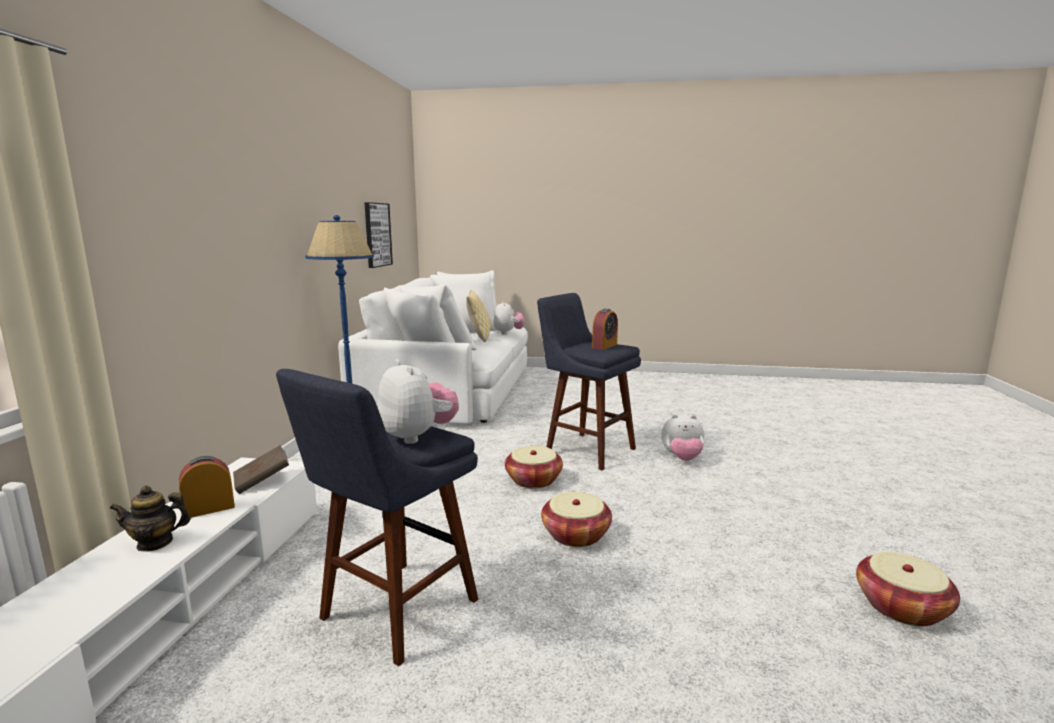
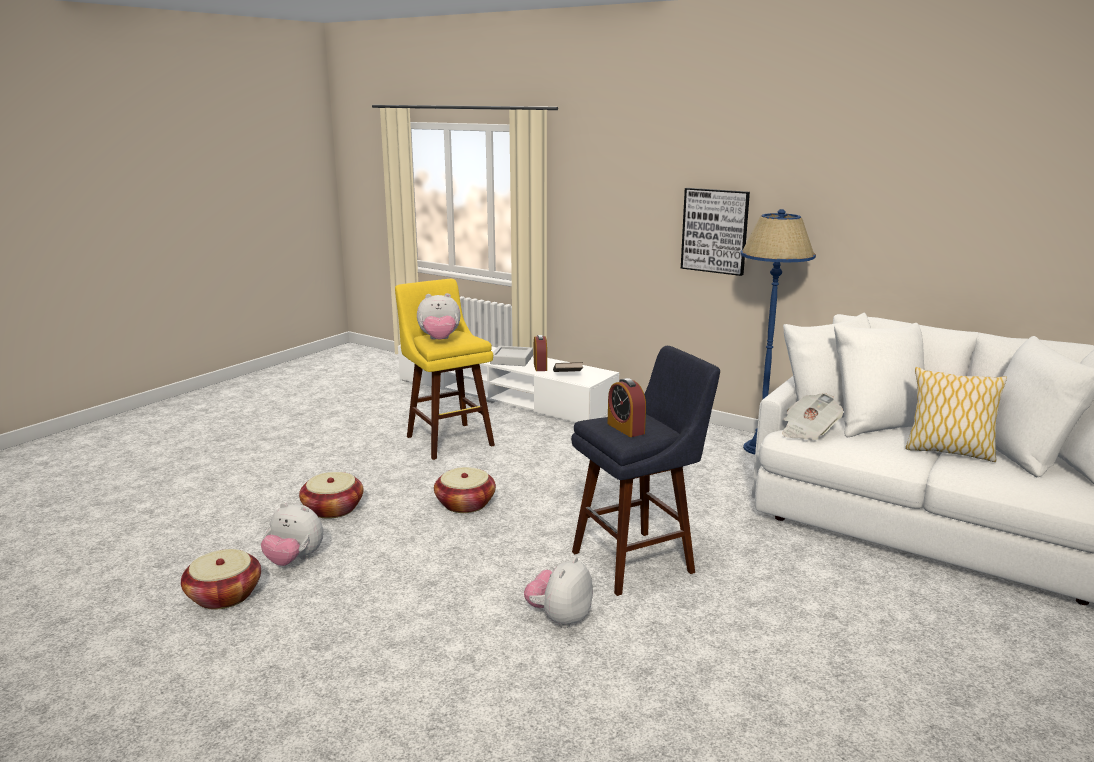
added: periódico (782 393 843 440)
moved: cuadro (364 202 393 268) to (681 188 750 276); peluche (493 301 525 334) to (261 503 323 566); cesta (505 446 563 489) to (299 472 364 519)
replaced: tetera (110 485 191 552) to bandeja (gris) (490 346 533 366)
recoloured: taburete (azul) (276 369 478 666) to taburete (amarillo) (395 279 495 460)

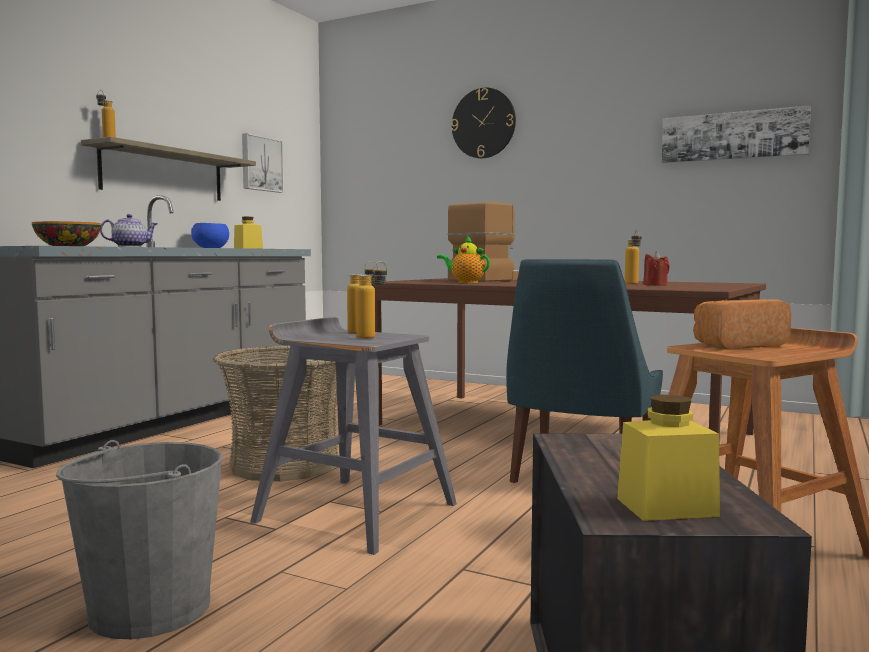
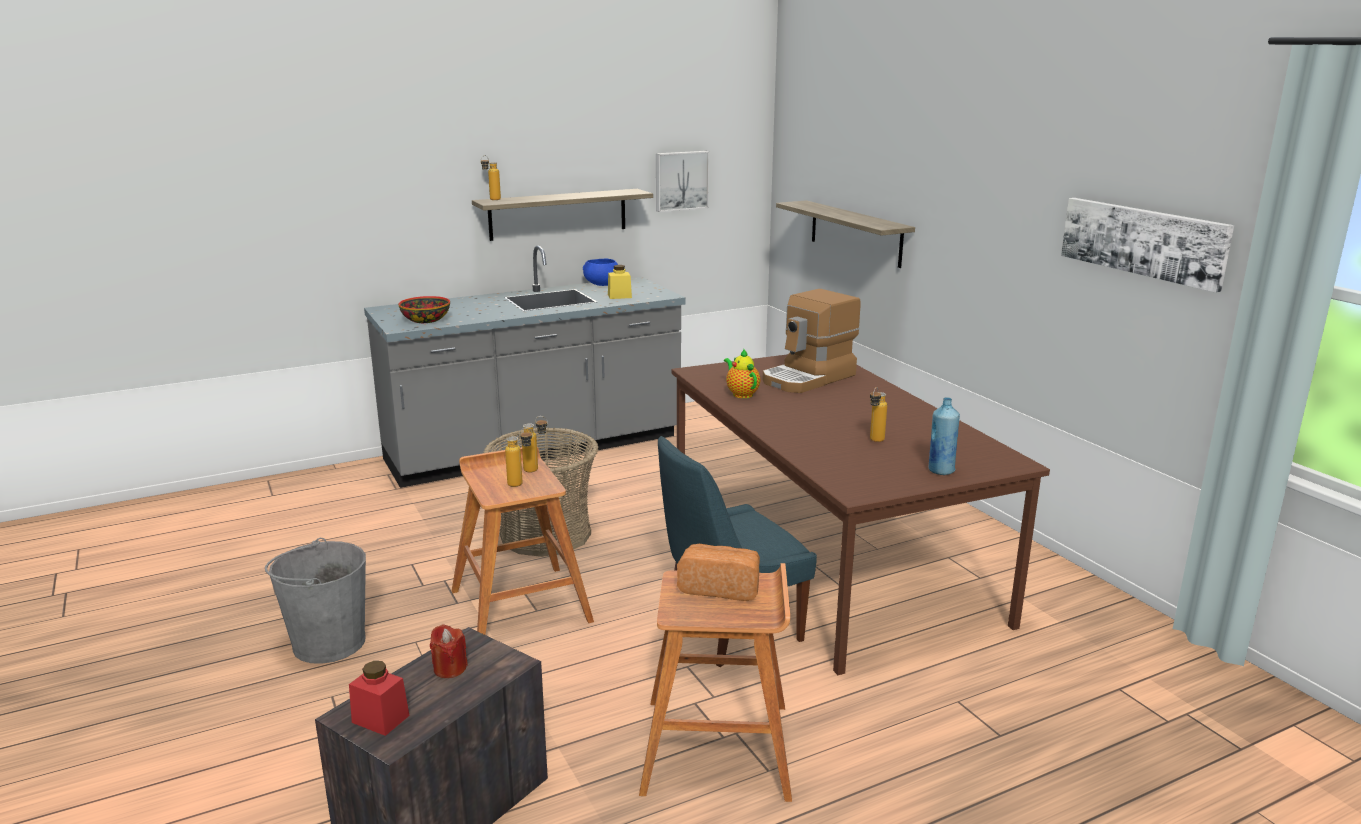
removed: tetera (100 214 157 247); reloj de pared (451 88 516 158)
added: estante (776 200 915 268); botella (azul) (928 398 960 475)
moved: vela (rojo) (643 252 670 286) to (430 624 468 678)
recoloured: taburete (gris) (250 317 457 555) to taburete (marrón) (452 447 594 635); tarro (amarillo) (617 395 720 521) to tarro (rojo) (349 661 410 736)
turned: cafetera (448 202 519 282) = (763 289 861 393) 150 degrees clockwise

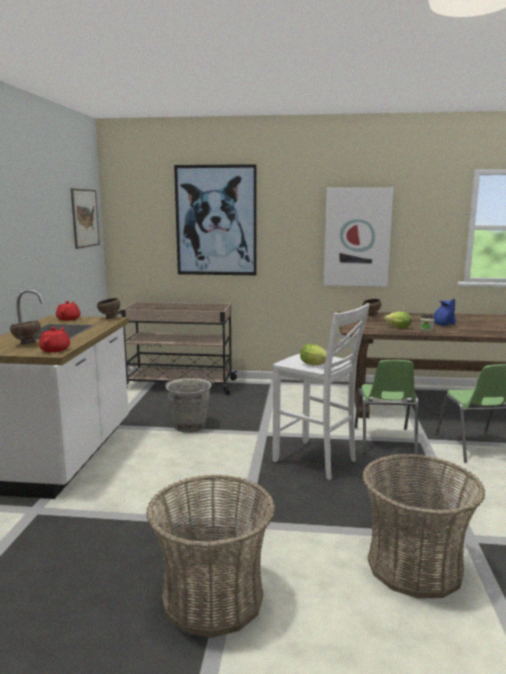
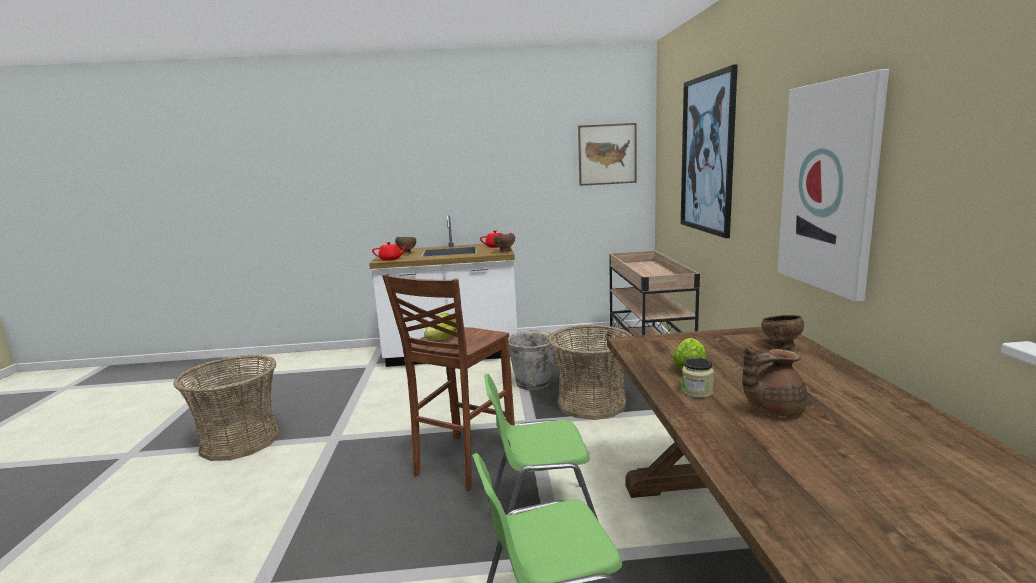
moved: cesta (362 454 485 599) to (548 324 633 420)
recoloured: taburete (blanco) (272 303 370 480) to taburete (marrón) (382 274 515 491); tetera (azul) (433 299 456 326) to tetera (marrón) (742 347 808 416)

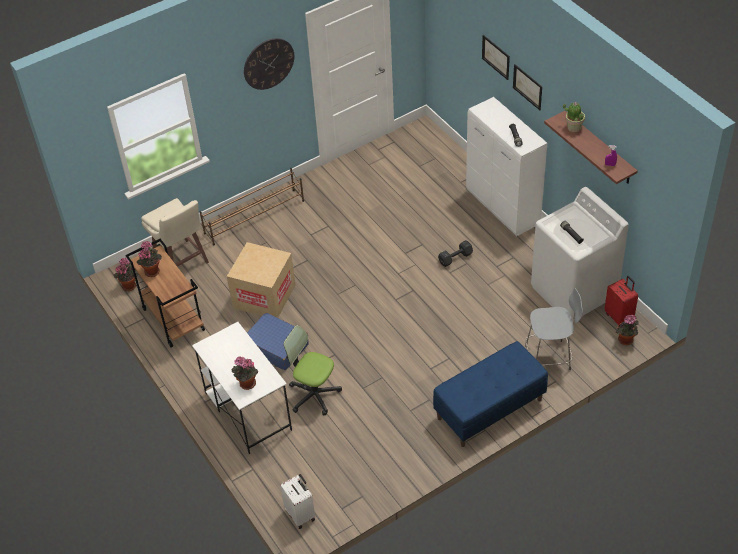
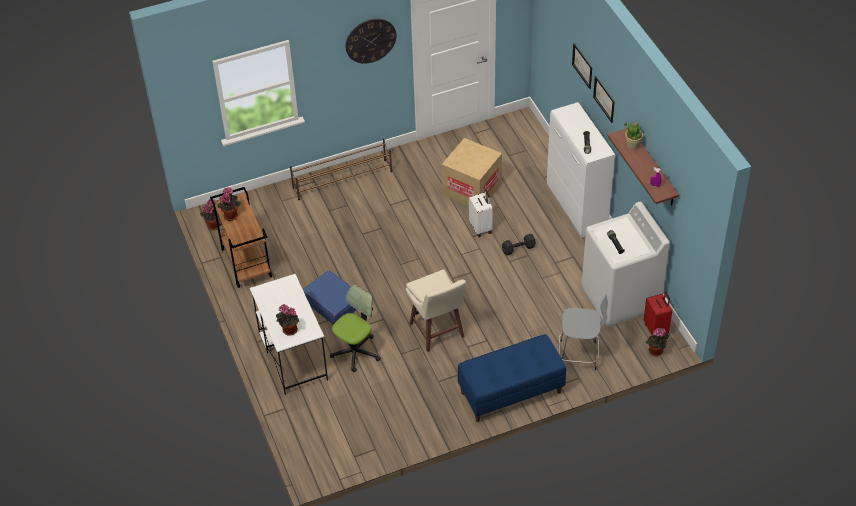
moved: taburete (beis) (141 198 209 267) to (406 269 466 352); caja de cartón (227 242 295 318) to (442 138 502 206); maleta (blanco) (280 474 315 529) to (469 190 493 237)
turned: silla de oficina (283 325 342 415) = (330 284 381 372) 90 degrees clockwise

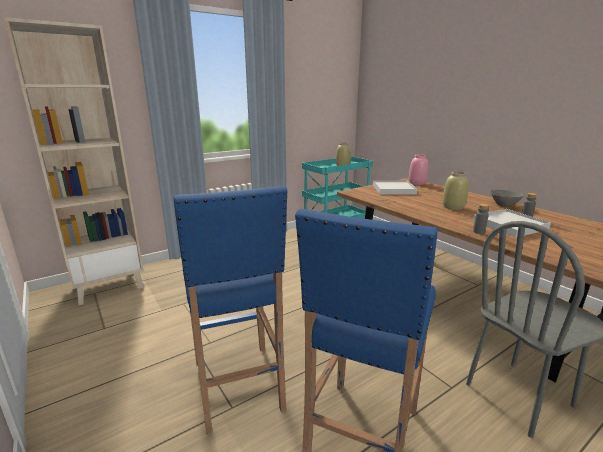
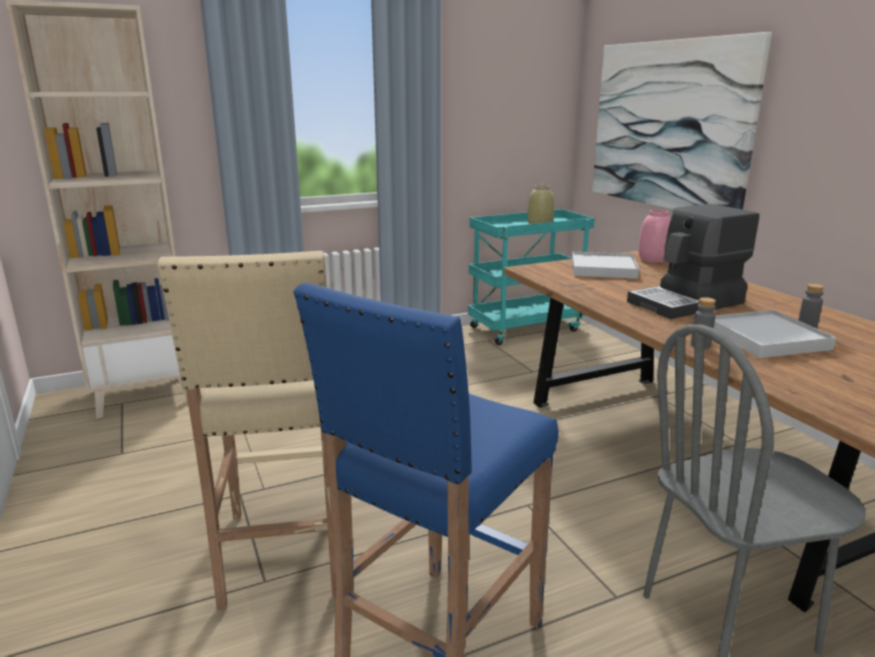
removed: cuenco (gris) (490 190 524 207)
added: cuadro (592 32 772 210)
replaced: florero (beis) (443 171 469 210) to cafetera (627 204 760 319)
recoloured: taburete (azul) (174 186 287 434) to taburete (beis) (158 251 335 611)

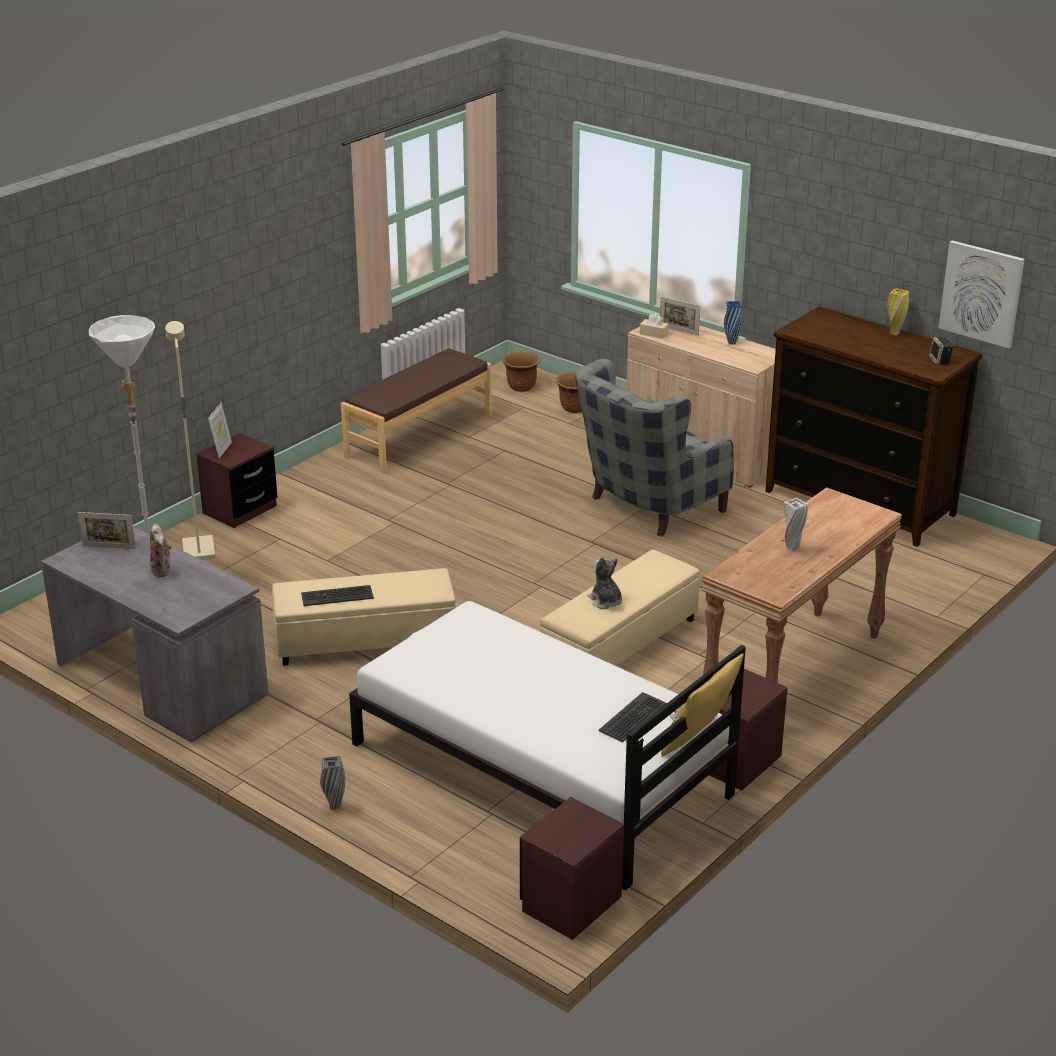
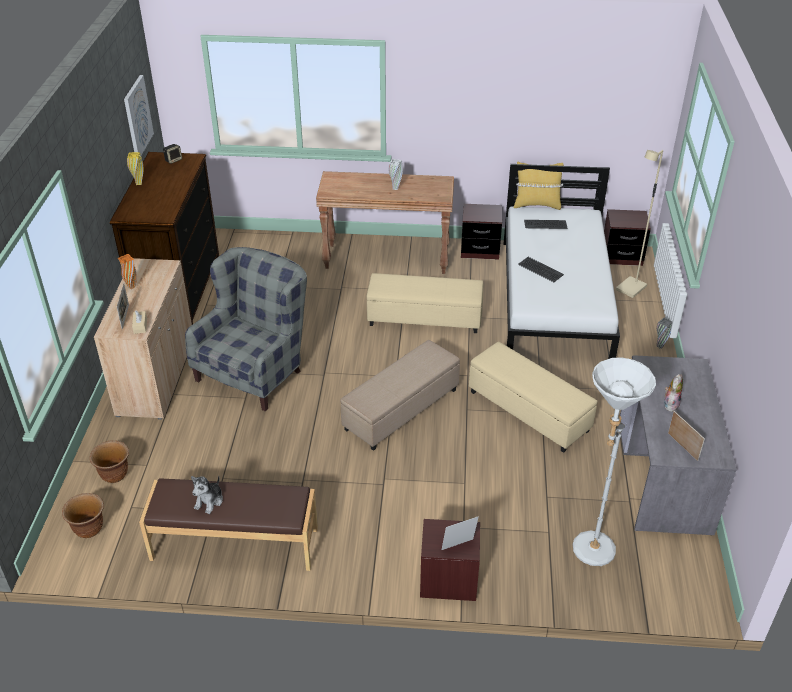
added: puf (beis) (340 340 460 451)
moved: lámpara de pie (beis) (165 321 216 560) to (616 150 663 298); teclado (301 585 374 606) to (518 257 564 282); peluche (587 557 622 609) to (191 476 223 514)
recoloured: florero (azul) (724 301 742 345) to florero (naranja) (118 254 137 289)
turned: sillón (gris) (575 359 734 537) = (185 247 307 412) 75 degrees counterclockwise

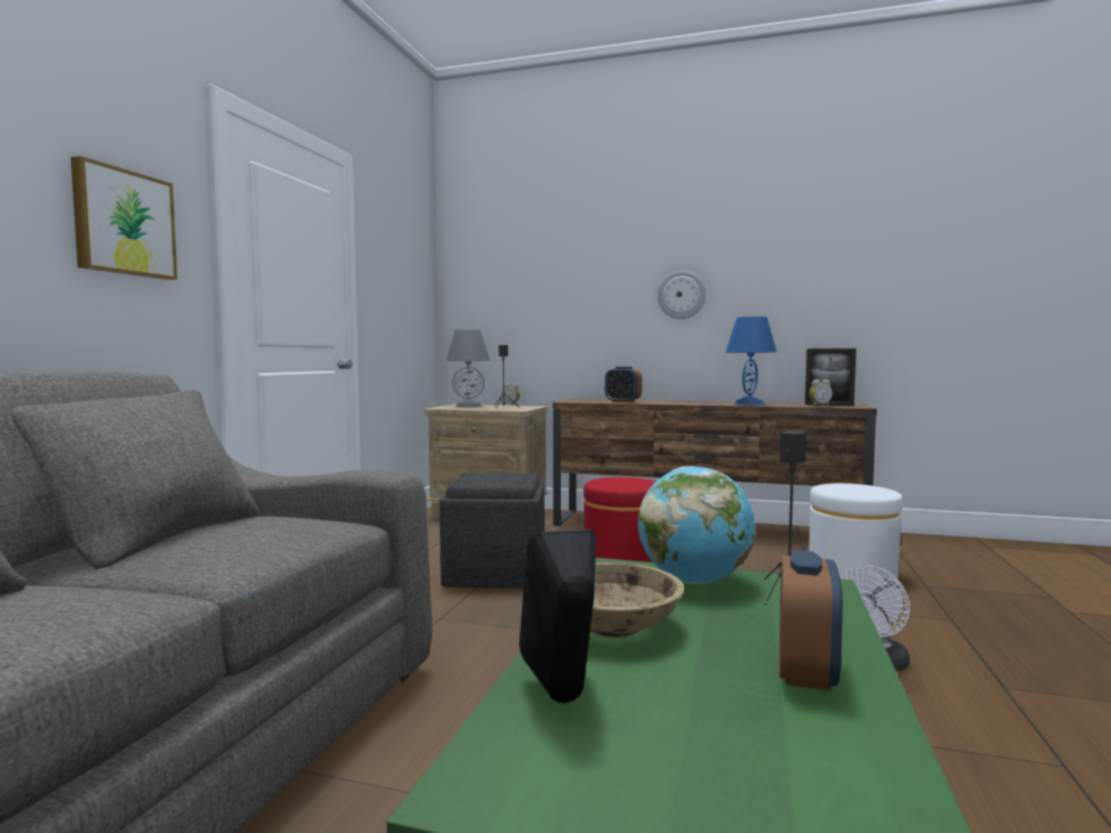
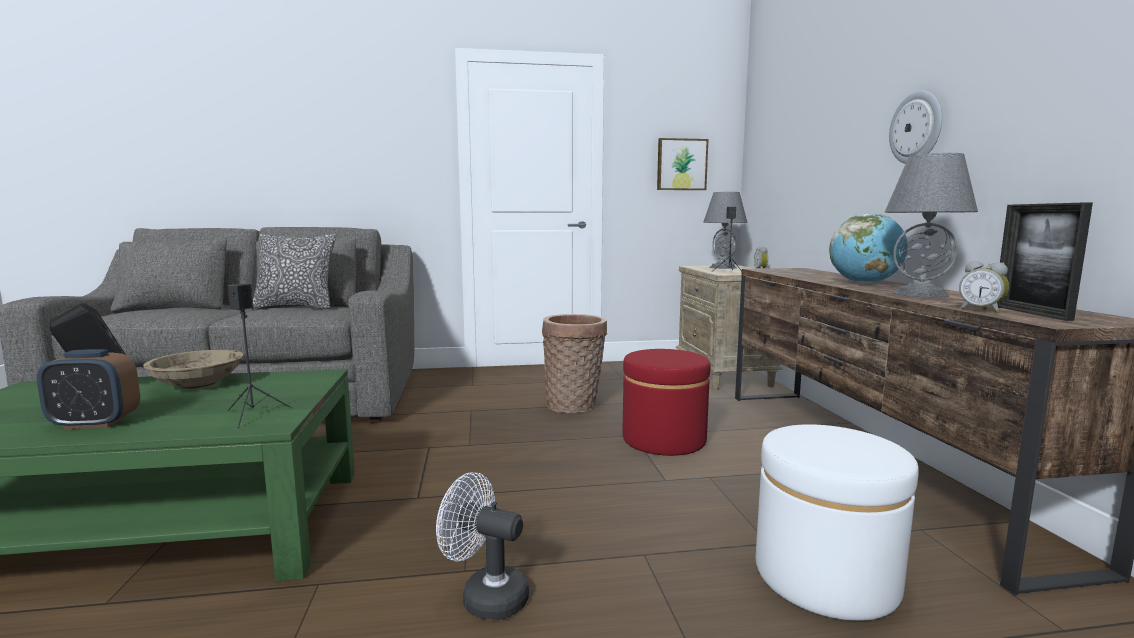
removed: despertador (605 366 642 403)
added: cojín (253 234 336 309)
moved: cuadro (71 156 177 280) to (657 138 708 190); globo terráqueo (638 466 755 584) to (829 213 908 284)
replaced: puf (gris) (440 473 545 588) to cesta (542 314 607 413)
recoloured: lámpara de mesa (azul) (726 317 777 405) to lámpara de mesa (gris) (885 153 978 298)

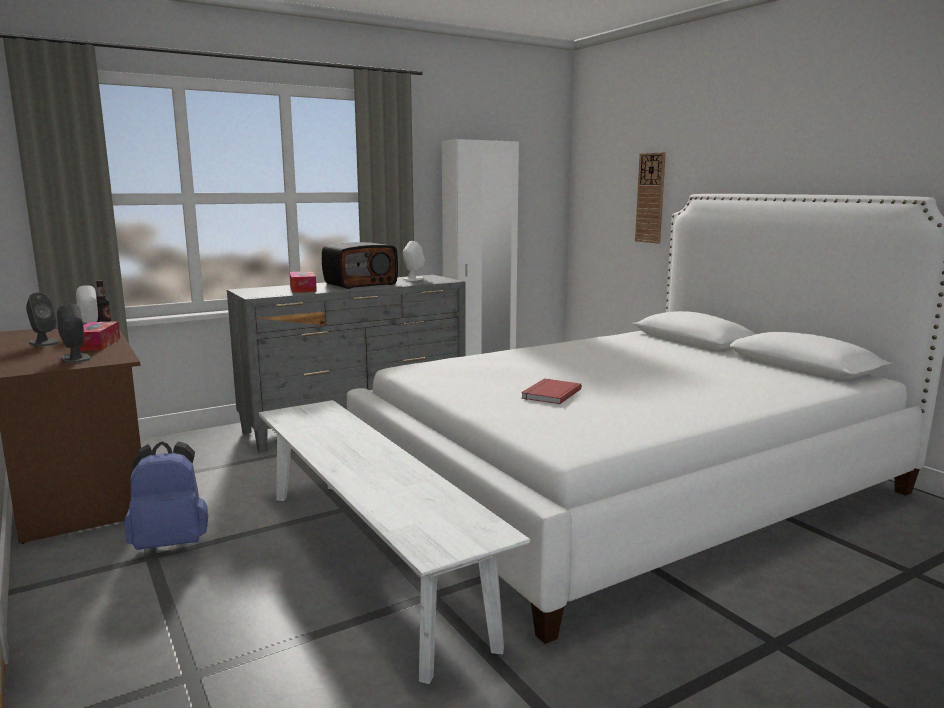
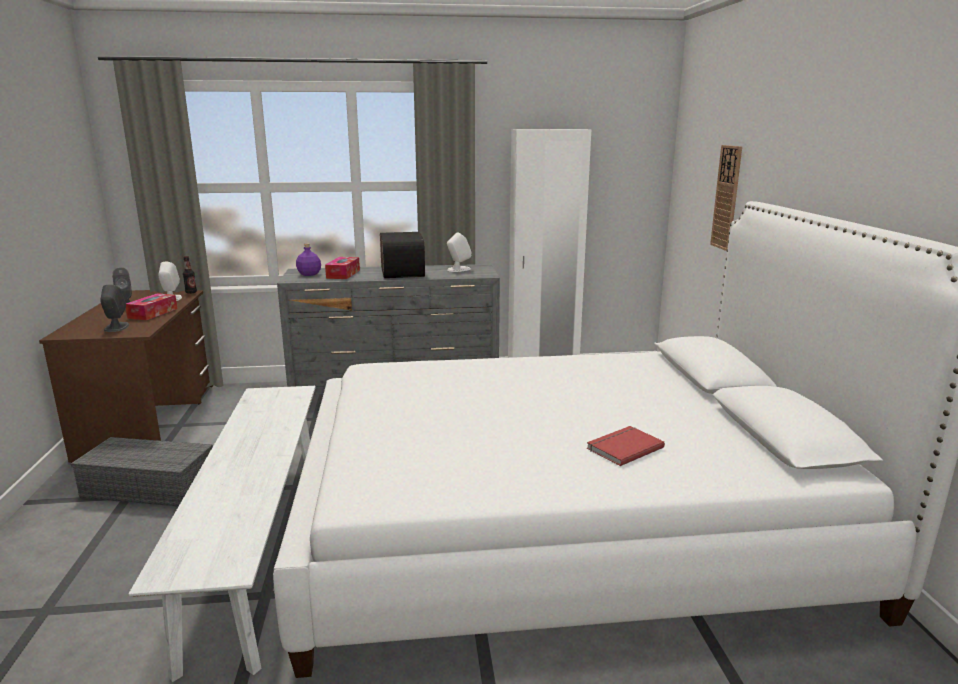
added: botella (morado) (296 243 321 276)
moved: libro (rojo) (521 378 582 404) to (587 426 665 466)
replaced: mochila (azul) (124 441 208 550) to caja de almacenaje (gris) (71 437 213 507)
turned: radio (322 242 398 289) = (380 232 425 278) 90 degrees counterclockwise

